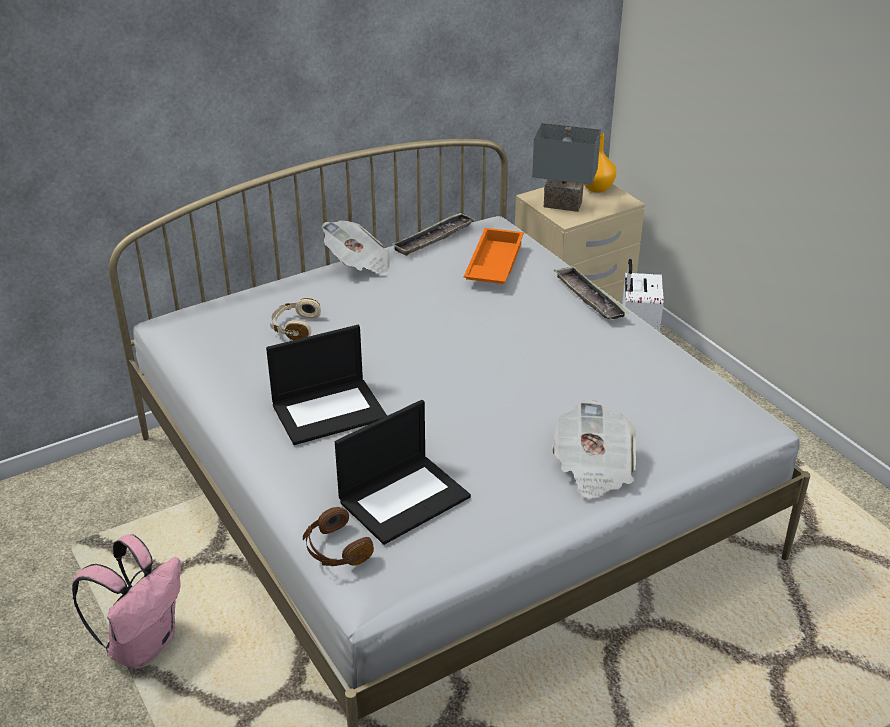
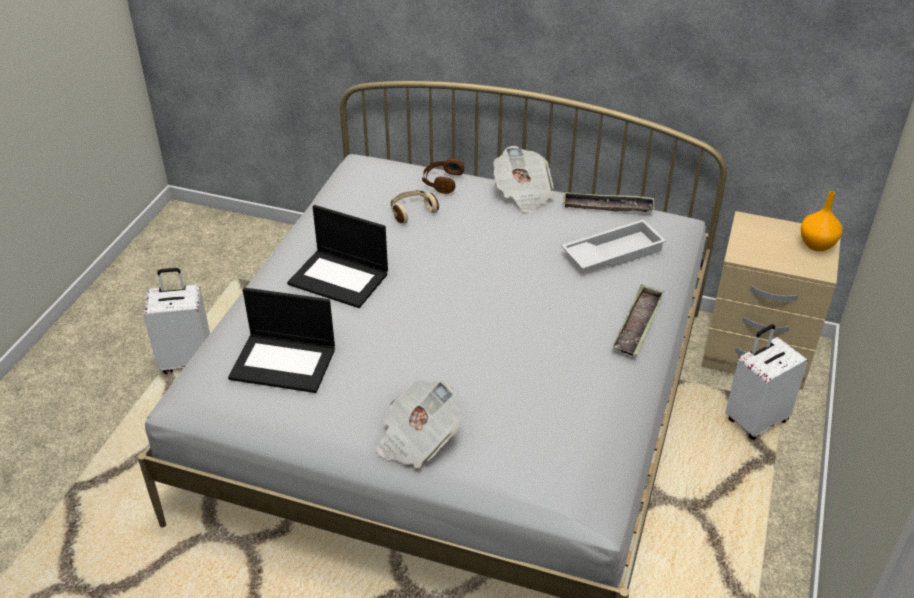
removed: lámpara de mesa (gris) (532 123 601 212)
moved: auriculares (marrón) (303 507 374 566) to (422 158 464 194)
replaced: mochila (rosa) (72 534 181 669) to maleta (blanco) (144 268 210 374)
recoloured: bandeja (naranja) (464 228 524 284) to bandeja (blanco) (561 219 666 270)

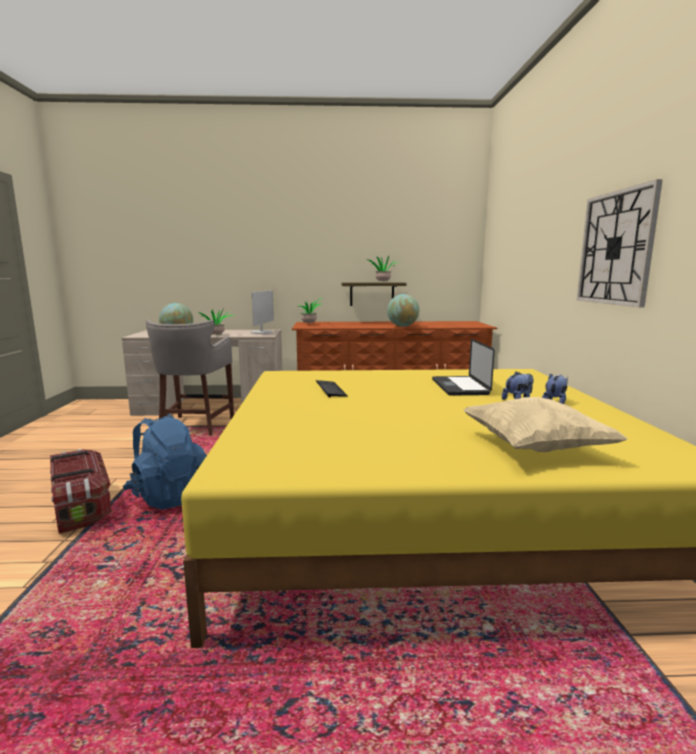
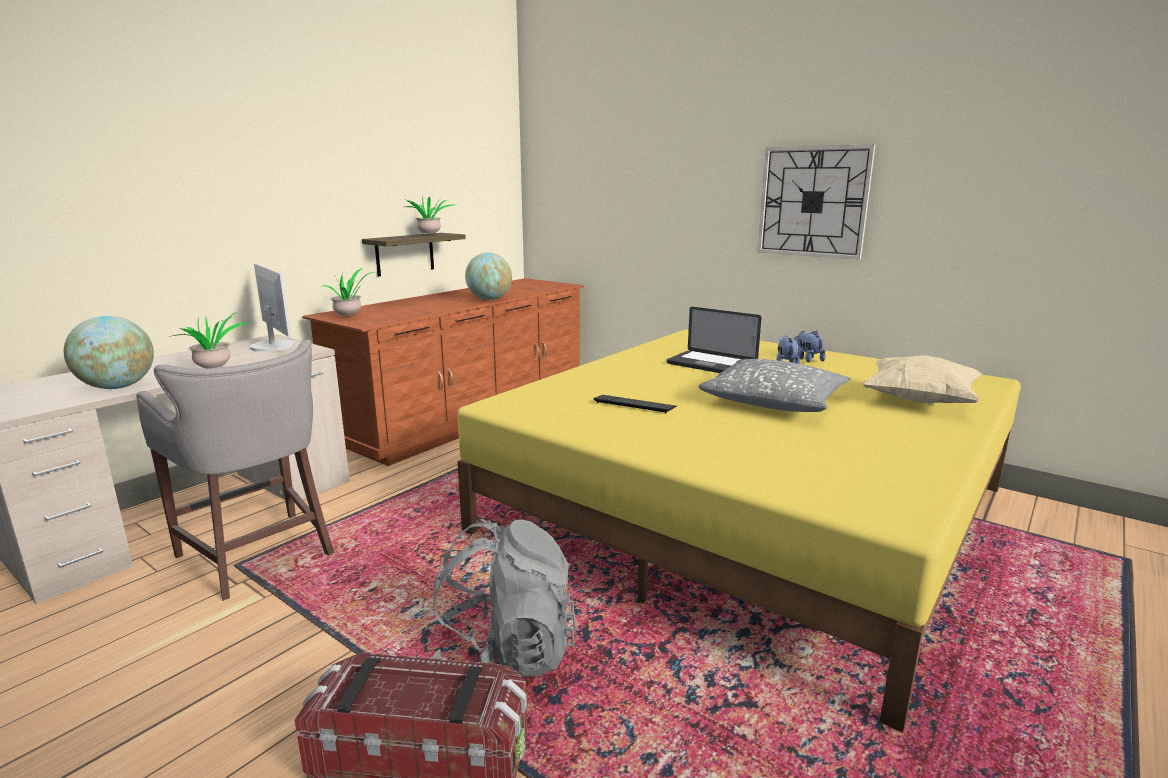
added: cojín (gris) (699 359 850 412)
recoloured: mochila (azul) (123 414 207 509) to mochila (gris) (430 519 577 677)

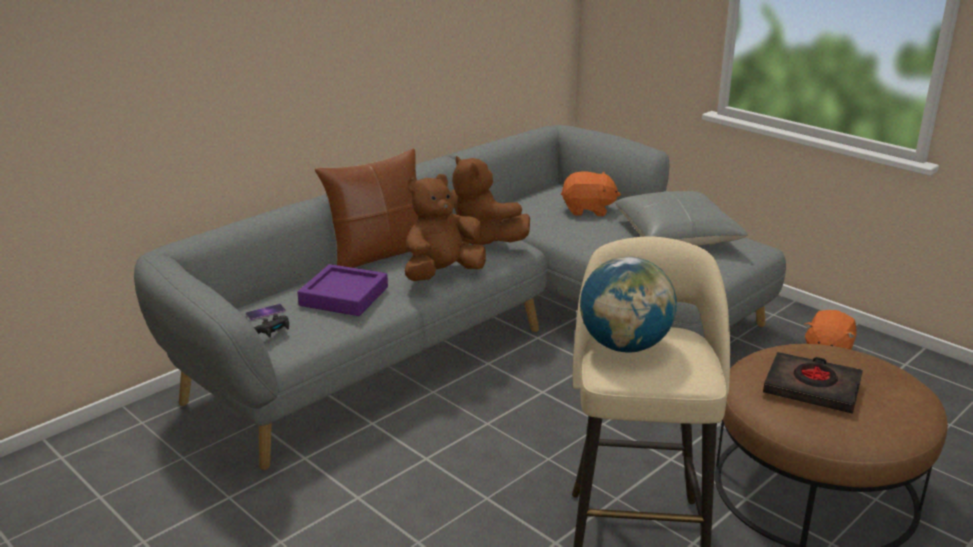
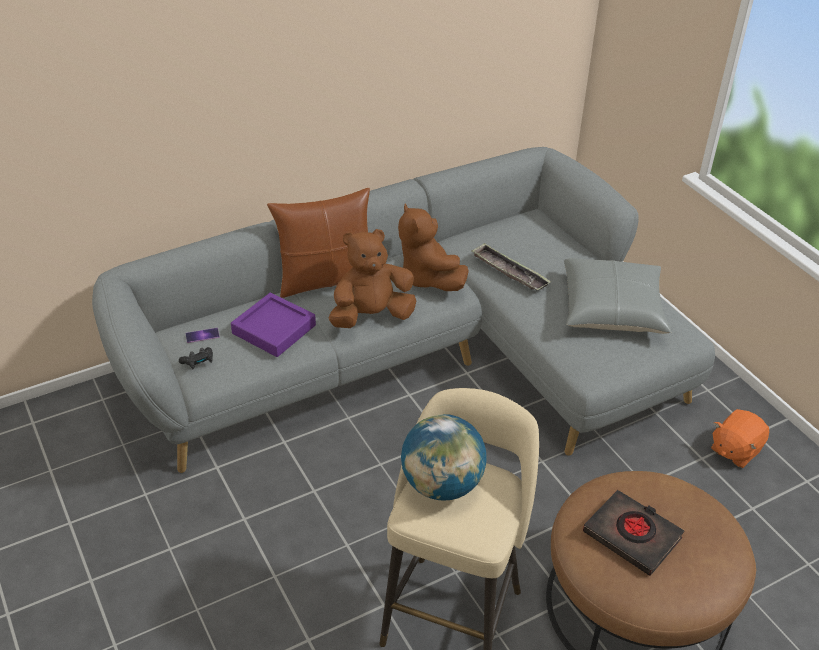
removed: peluche (naranja) (561 172 621 216)
added: bandeja (471 243 551 290)

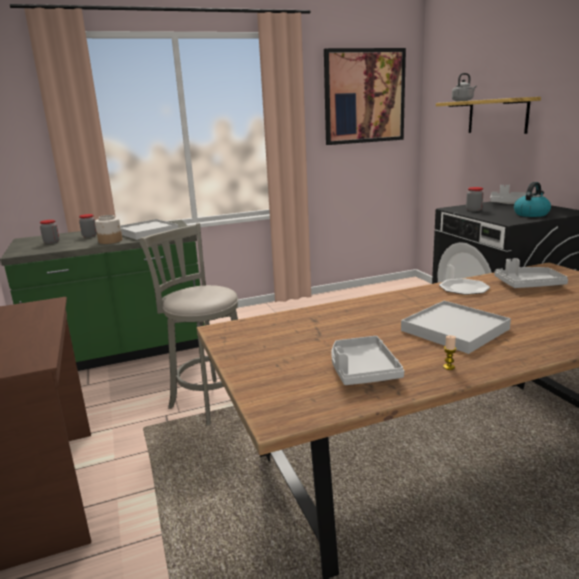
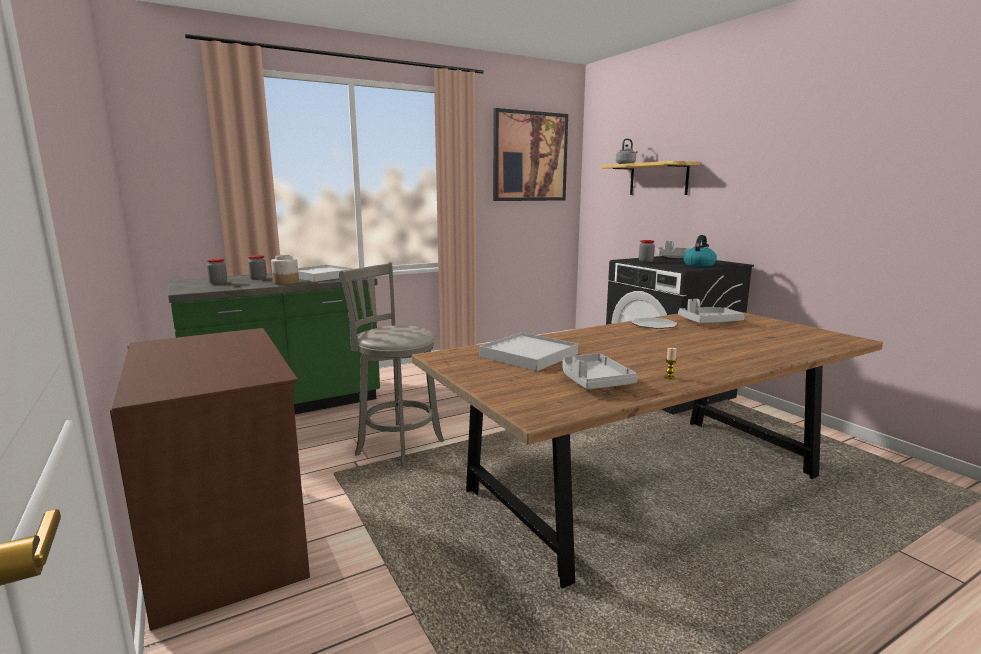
moved: bandeja (blanco) (401 301 511 354) to (479 332 578 371)

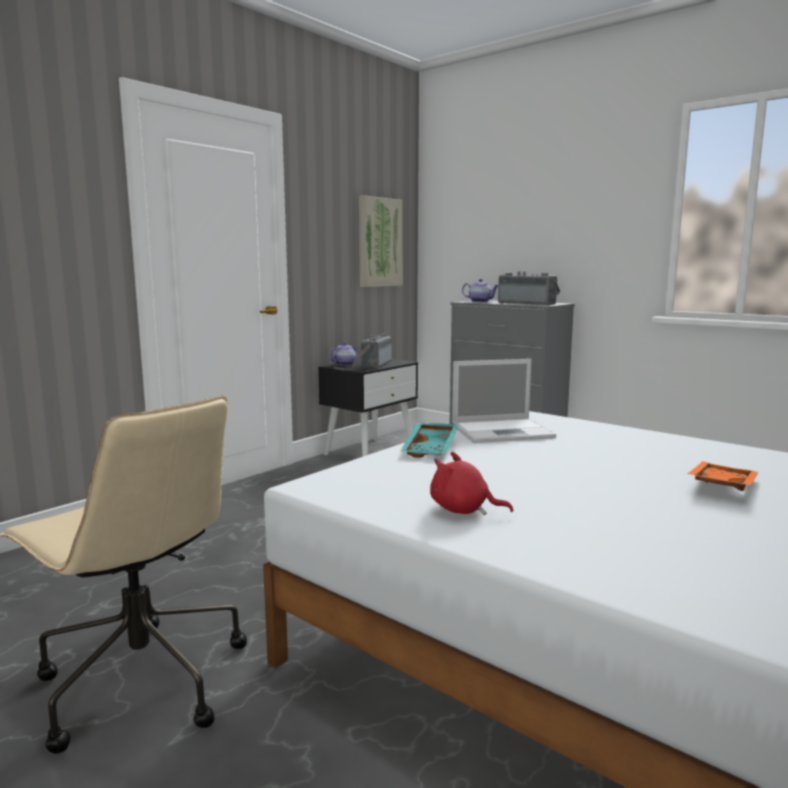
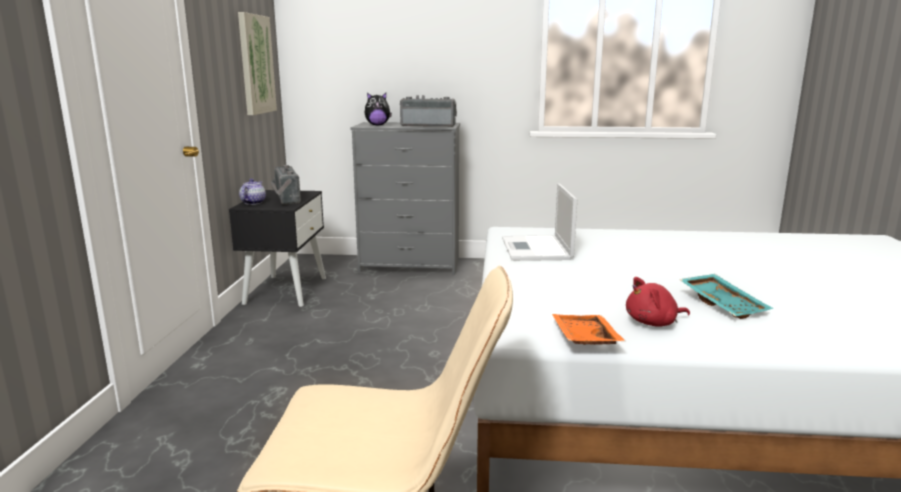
moved: bandeja (turquesa) (400 423 459 458) to (679 274 774 319); bandeja (naranja) (687 461 759 491) to (552 314 625 345)
replaced: tetera (462 279 498 302) to peluche (365 93 392 126)
turned: portátil (452 359 556 443) = (502 183 577 261) 135 degrees clockwise

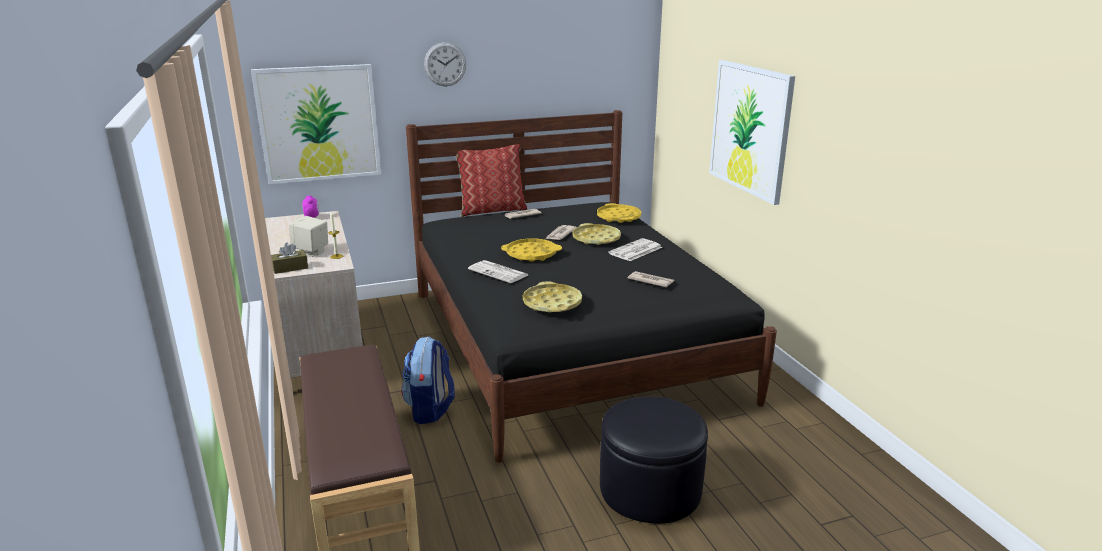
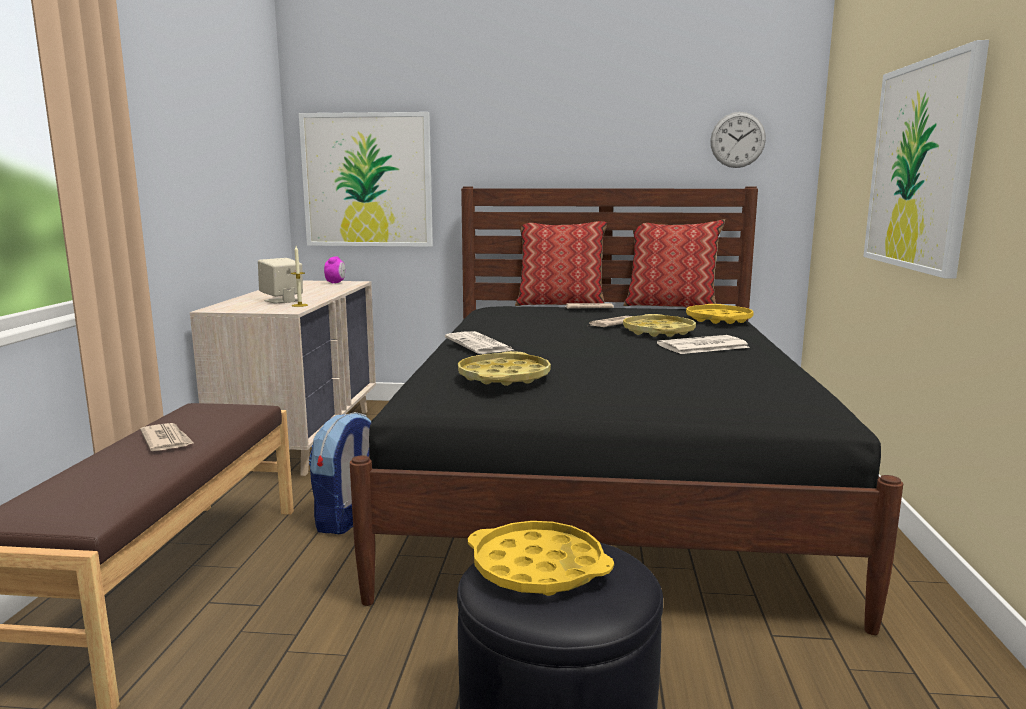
removed: caja de pañuelos (marrón) (271 243 308 274)
added: cojín (623 219 725 308)
moved: reloj de pared (424 42 466 86) to (710 112 766 168); bandeja (amarillo) (501 238 562 262) to (468 521 614 596); periódico (628 271 674 287) to (140 423 194 451)

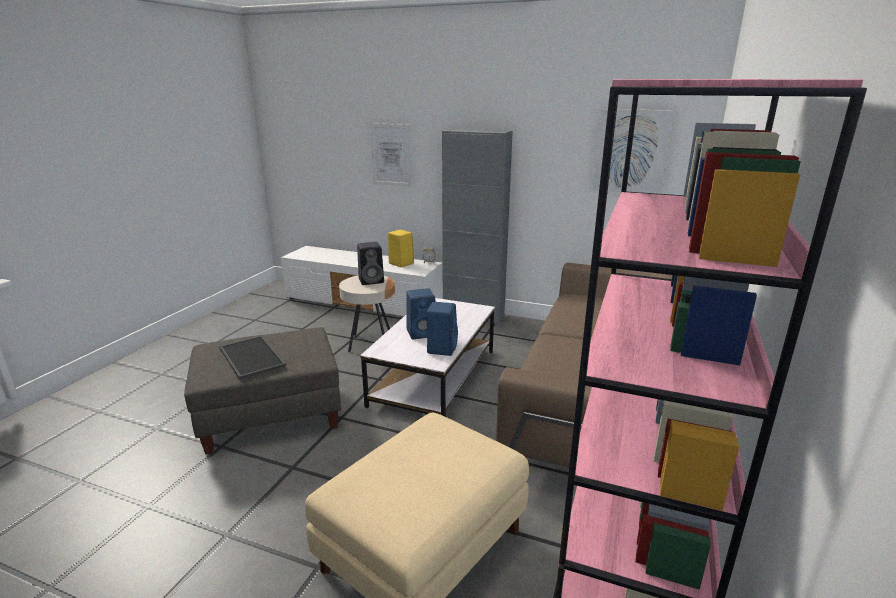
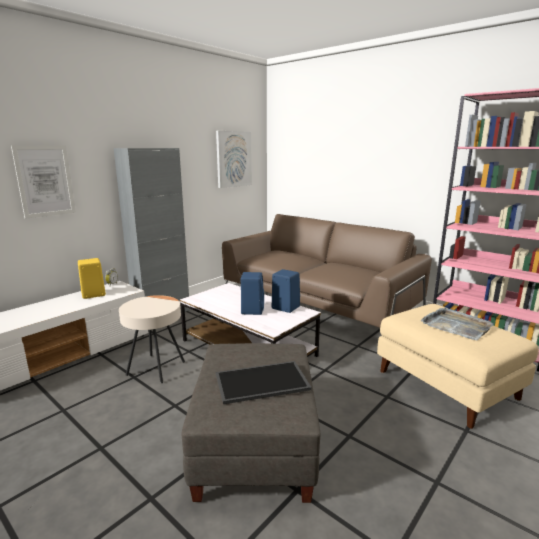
removed: altavoz (negro) (357 242 384 285)
added: bandeja (gris) (421 307 494 340)

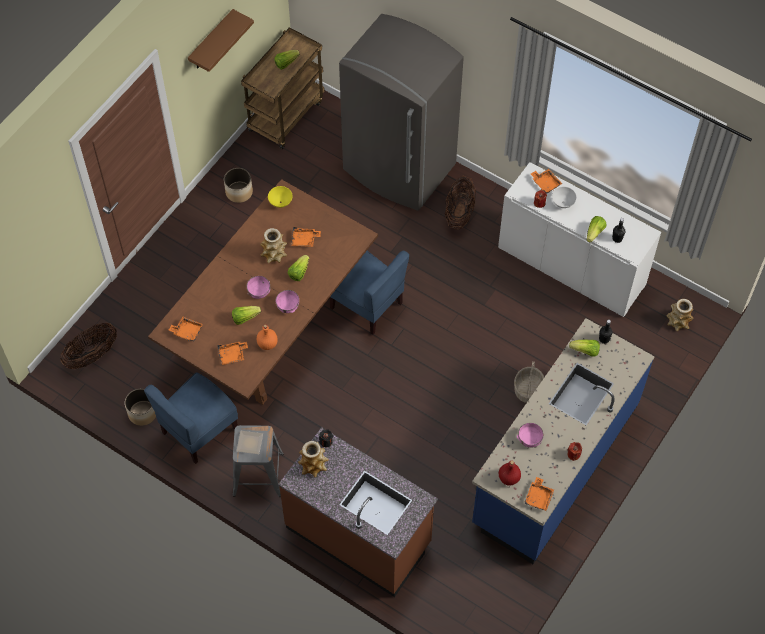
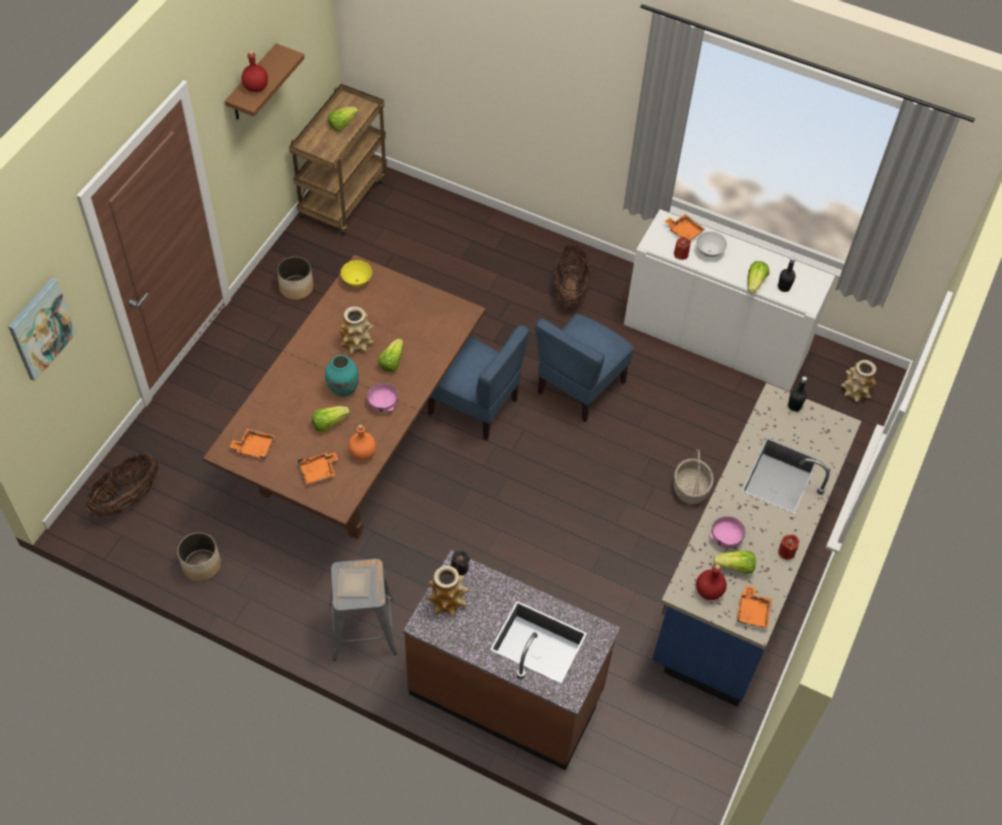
removed: bandeja (naranja) (291 227 321 247); nevera (gris) (339 14 464 211)
added: cuadro (8 277 76 381); botella (rojo) (242 51 268 92)
moved: silla (azul) (144 372 238 464) to (535 314 634 422); lechuga (569 340 600 357) to (713 551 756 574)
replaced: cuenco (rosa) (246 276 270 299) to florero (turquesa) (325 355 359 397)

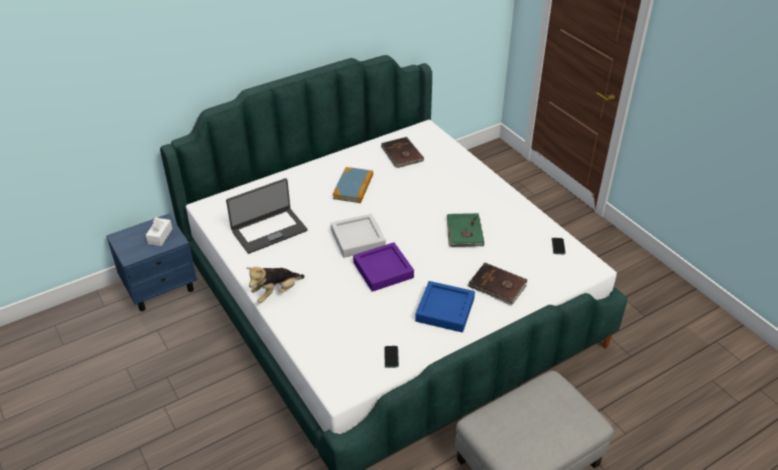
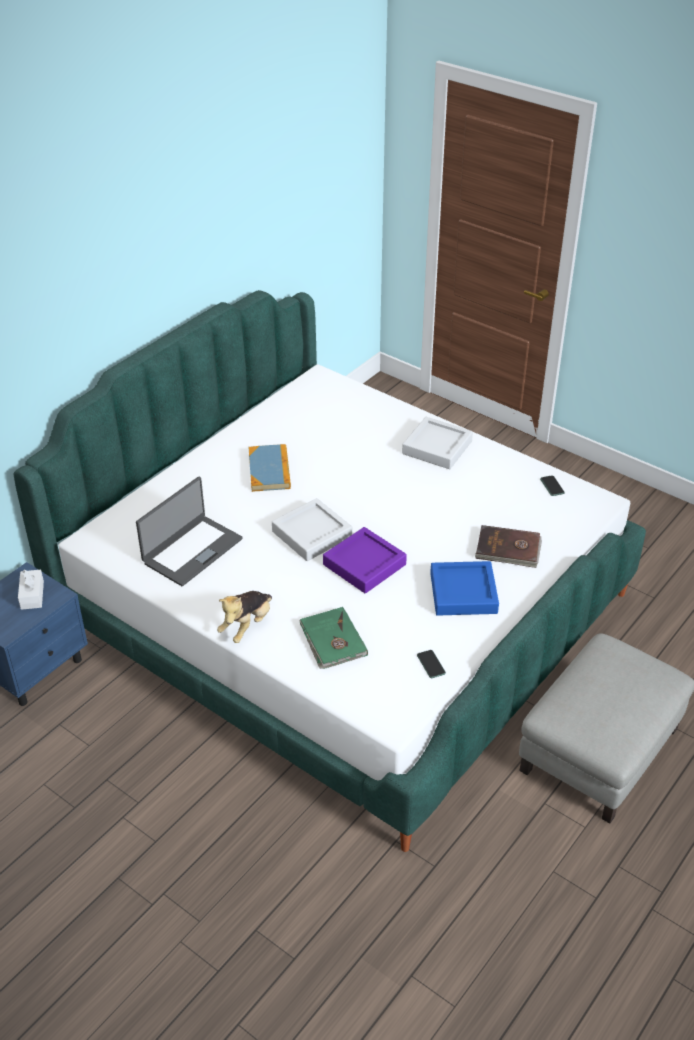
removed: libro (marrón) (381 137 424 168)
added: bandeja (gris) (402 417 473 469)
moved: libro (verde) (447 213 484 247) to (299 607 368 669)

